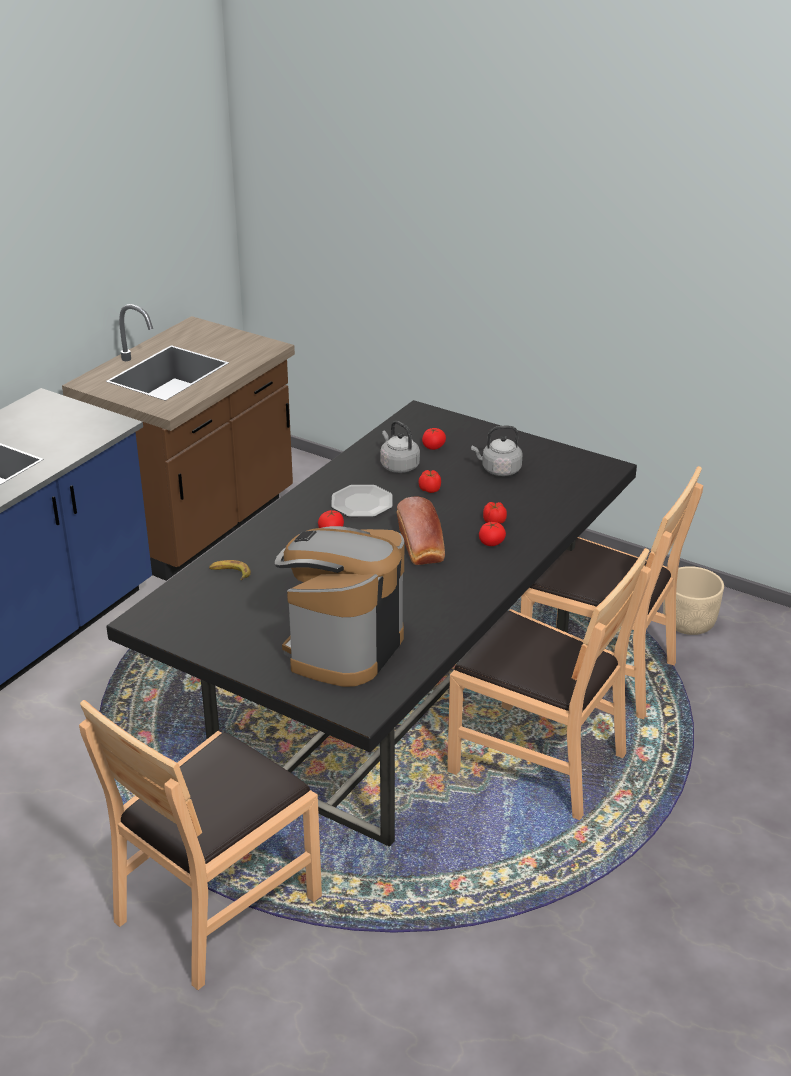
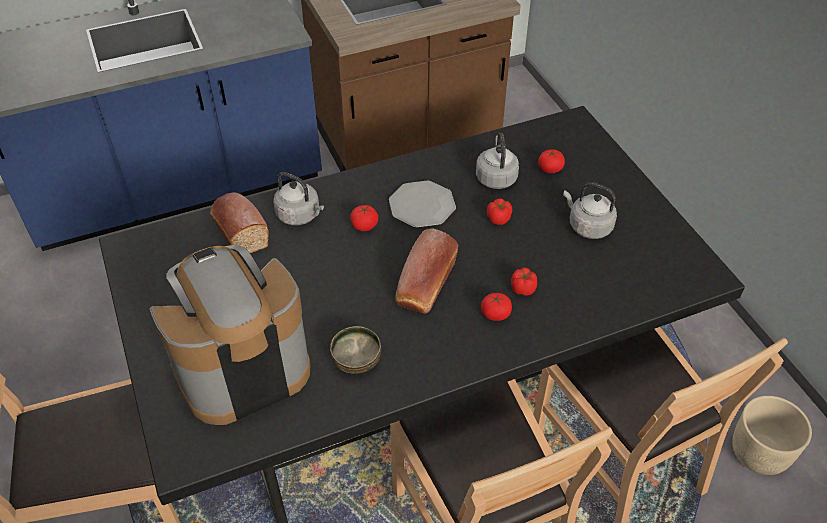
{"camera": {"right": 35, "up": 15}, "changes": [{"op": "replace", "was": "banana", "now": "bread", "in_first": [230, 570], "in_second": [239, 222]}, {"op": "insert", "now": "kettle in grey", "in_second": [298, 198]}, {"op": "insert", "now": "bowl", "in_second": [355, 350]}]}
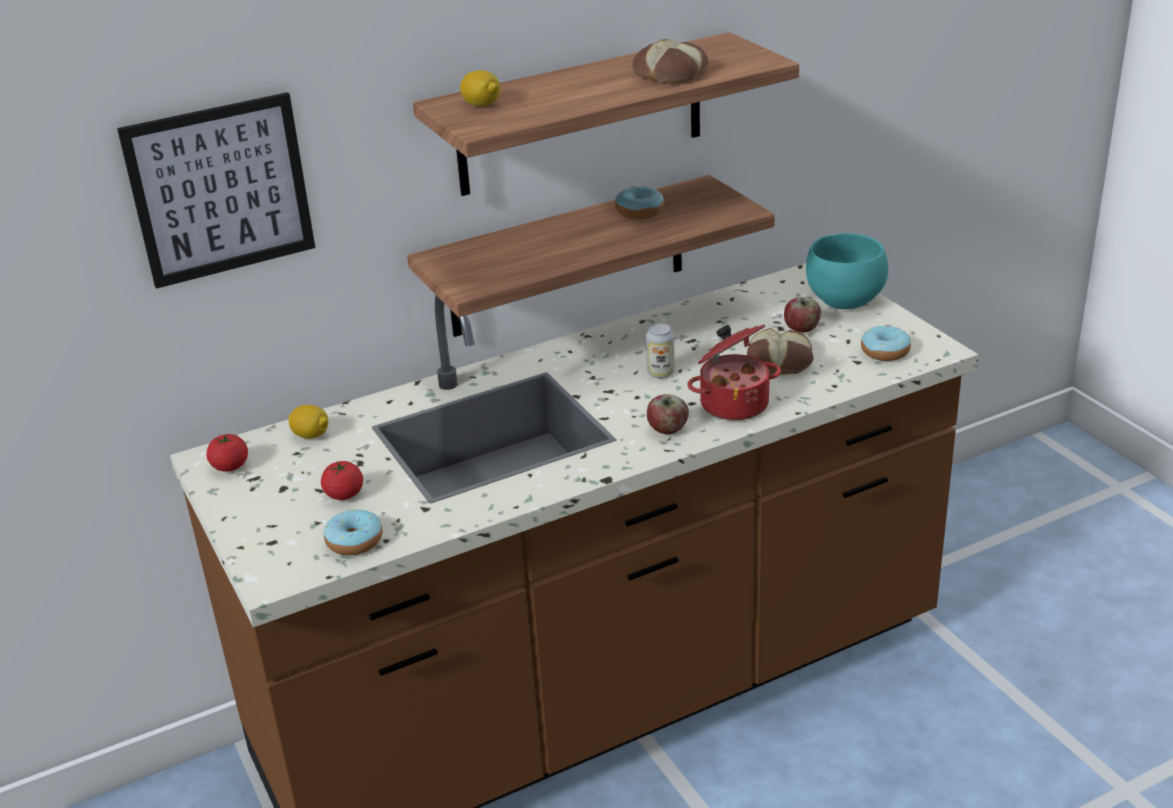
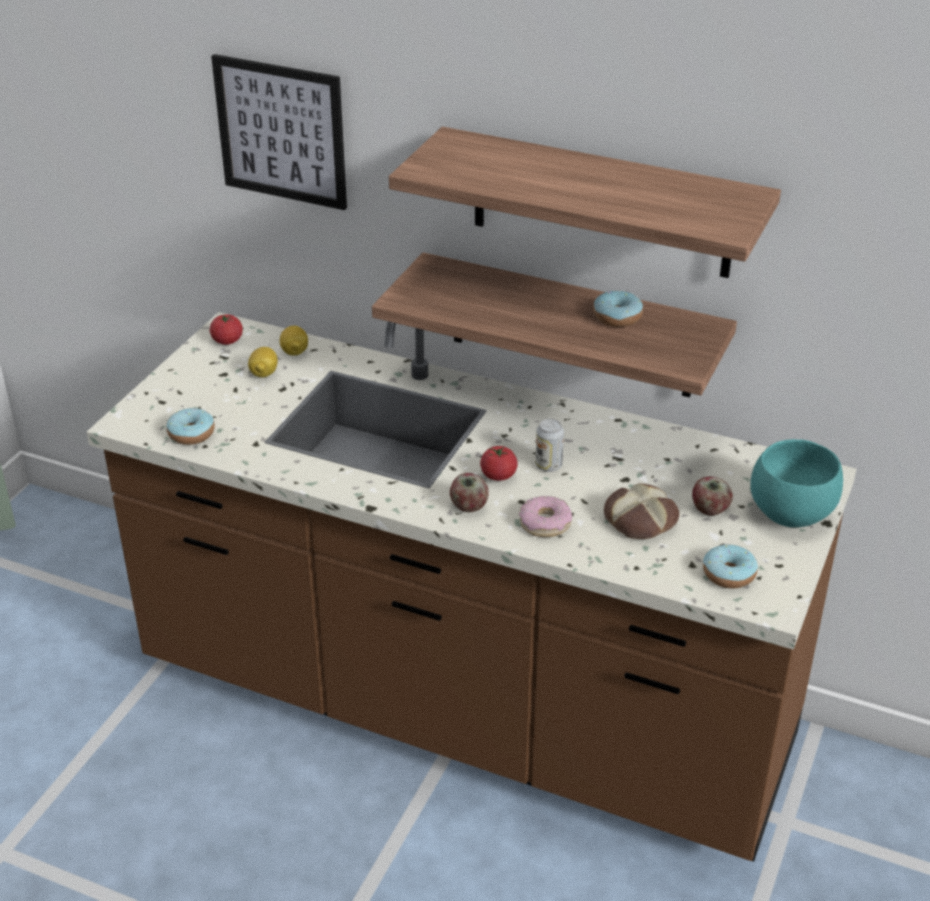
{"camera": {"right": 50, "up": 5}, "changes": [{"op": "move", "was": "tomato", "in_first": [342, 480], "in_second": [499, 463]}, {"op": "move", "was": "lemon", "in_first": [480, 88], "in_second": [263, 362]}, {"op": "delete", "was": "bread", "in_first": [670, 61]}, {"op": "replace", "was": "cooking pot", "now": "donut", "in_first": [734, 372], "in_second": [545, 516]}]}
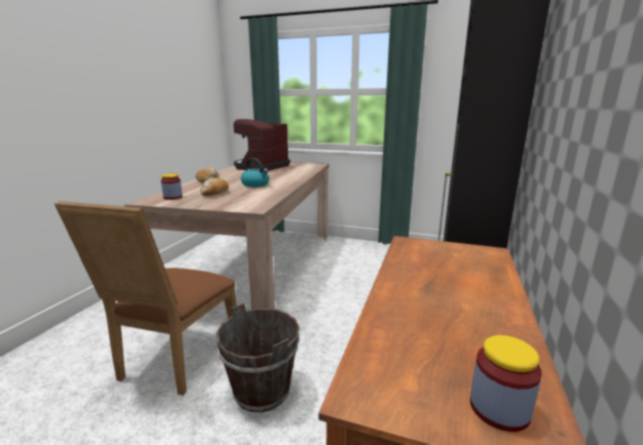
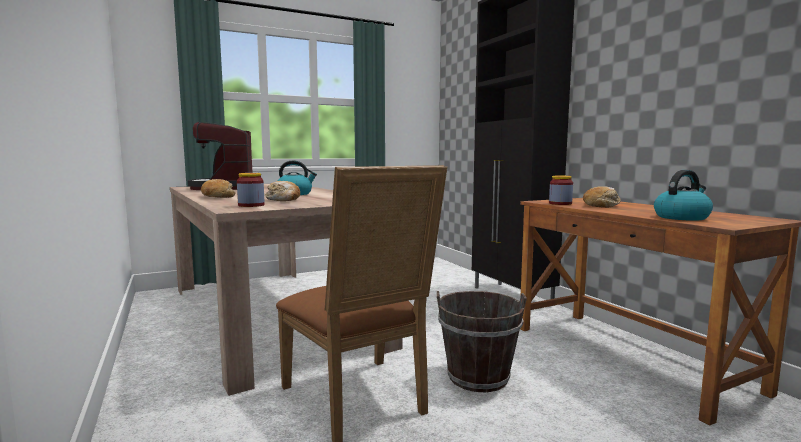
{"camera": {"right": -45, "up": -10}, "changes": [{"op": "move", "was": "jar", "in_first": [506, 383], "in_second": [561, 190]}, {"op": "insert", "now": "bread", "in_second": [602, 197]}, {"op": "insert", "now": "kettle", "in_second": [683, 195]}]}
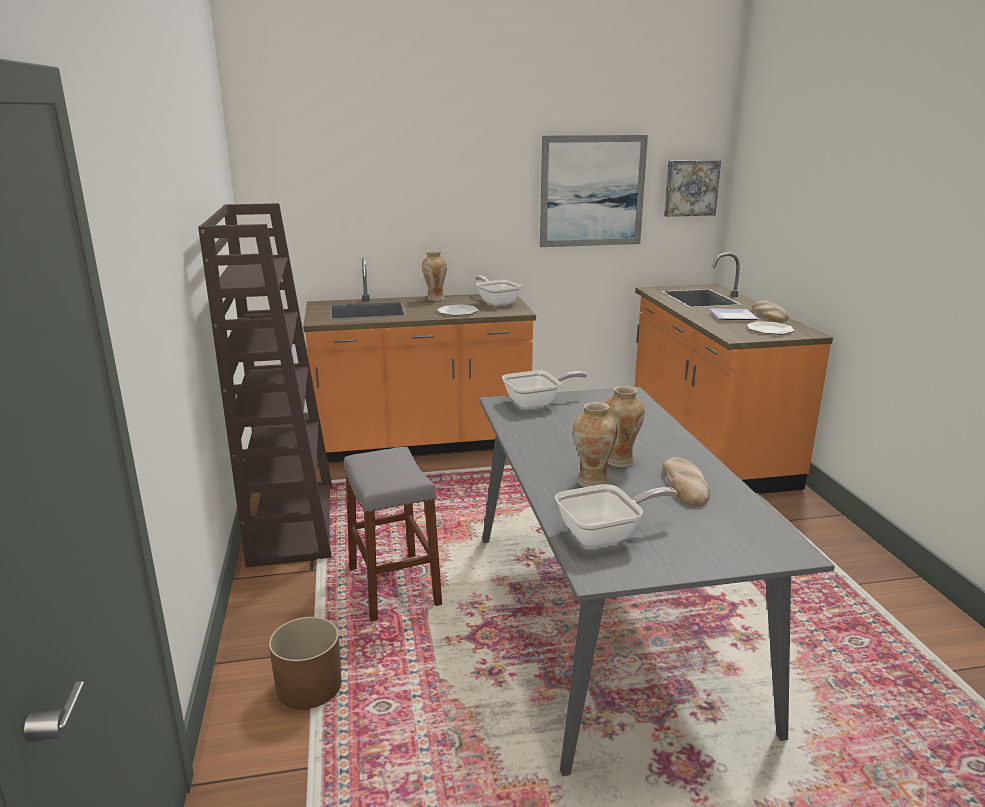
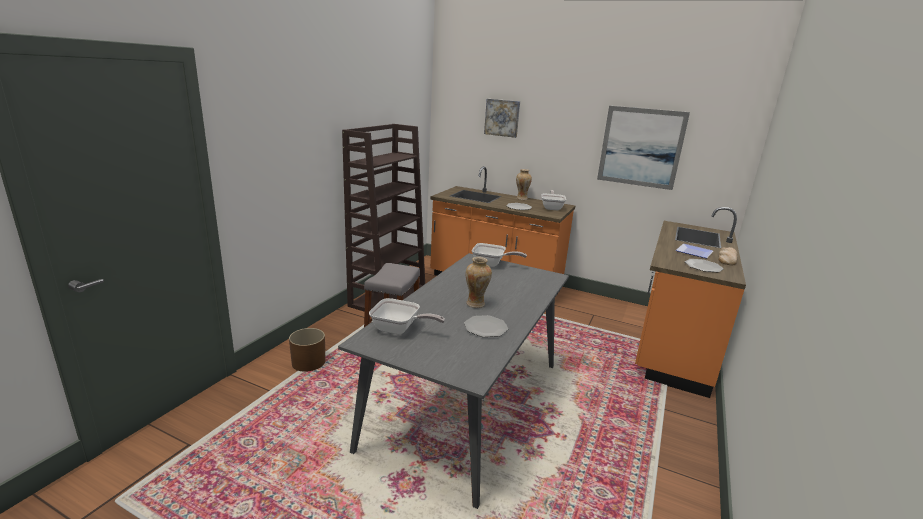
{"camera": {"right": 35, "up": 0}, "changes": [{"op": "delete", "was": "vase", "in_first": [595, 444]}, {"op": "replace", "was": "bread", "now": "plate", "in_first": [686, 481], "in_second": [486, 326]}, {"op": "move", "was": "picture", "in_first": [692, 188], "in_second": [502, 118]}]}
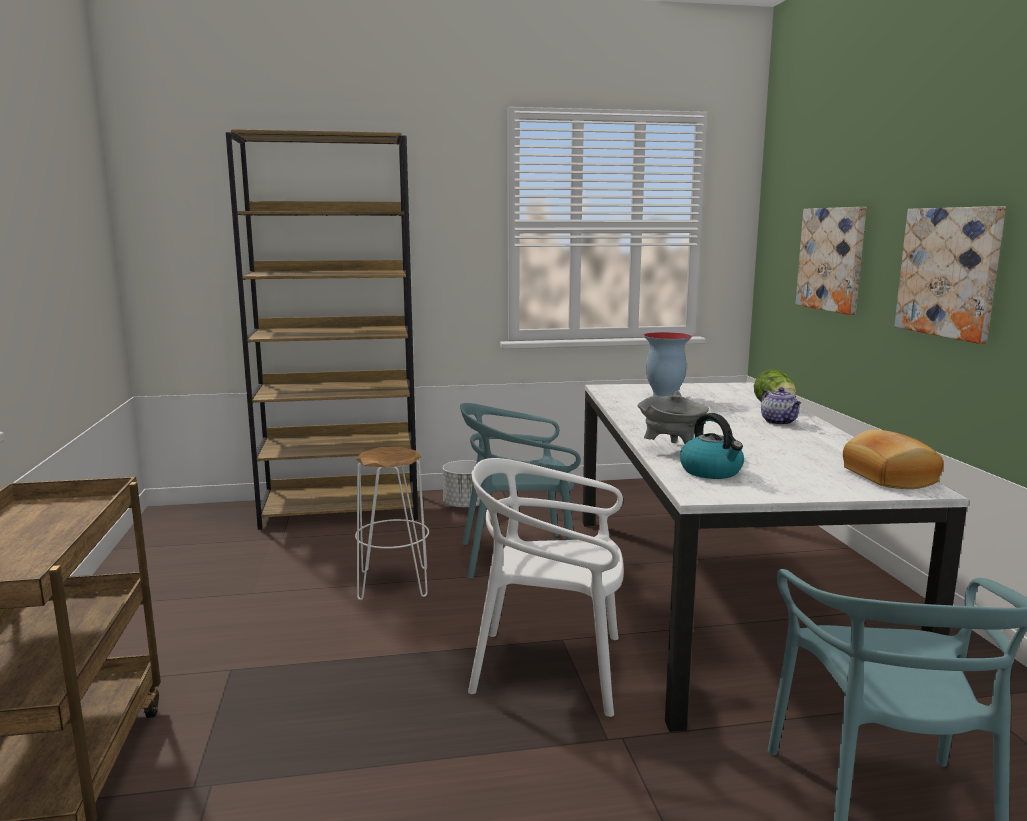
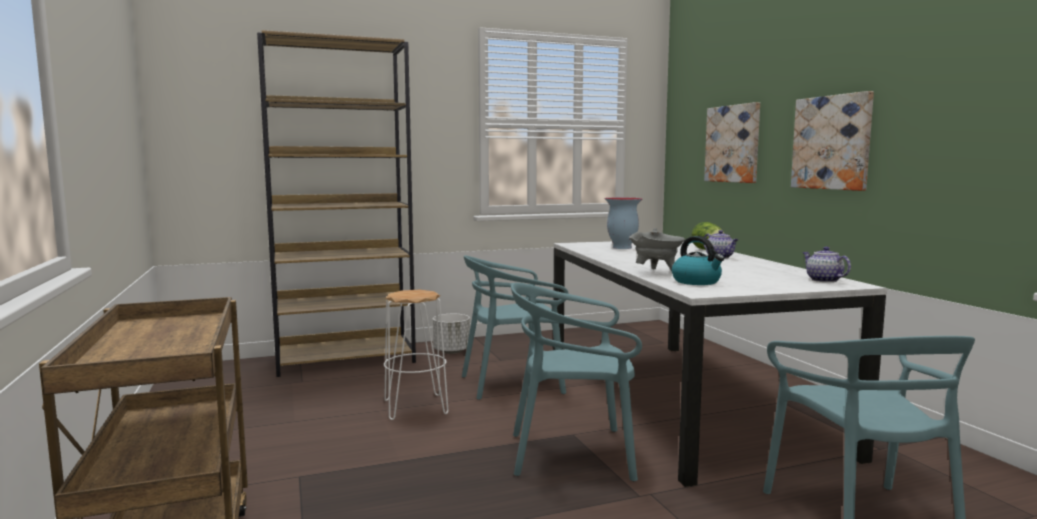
{"camera": {"right": -10, "up": -5}, "changes": [{"op": "recolor", "was": "chair in white", "now": "chair in turquoise", "in_first": [546, 587], "in_second": [576, 382]}, {"op": "replace", "was": "bread", "now": "teapot", "in_first": [893, 459], "in_second": [826, 264]}]}
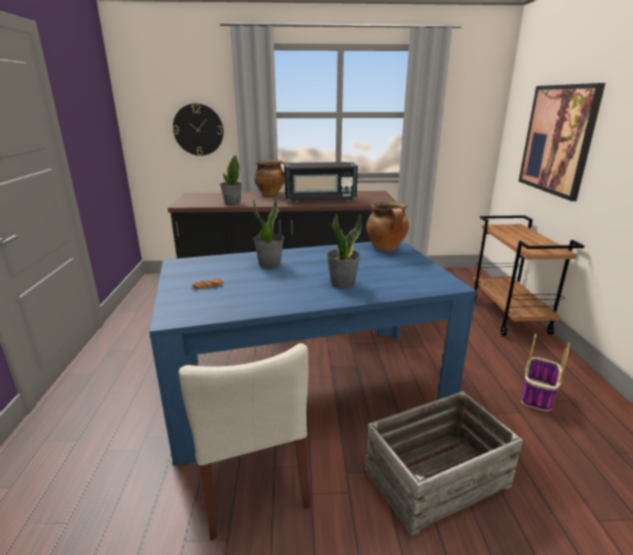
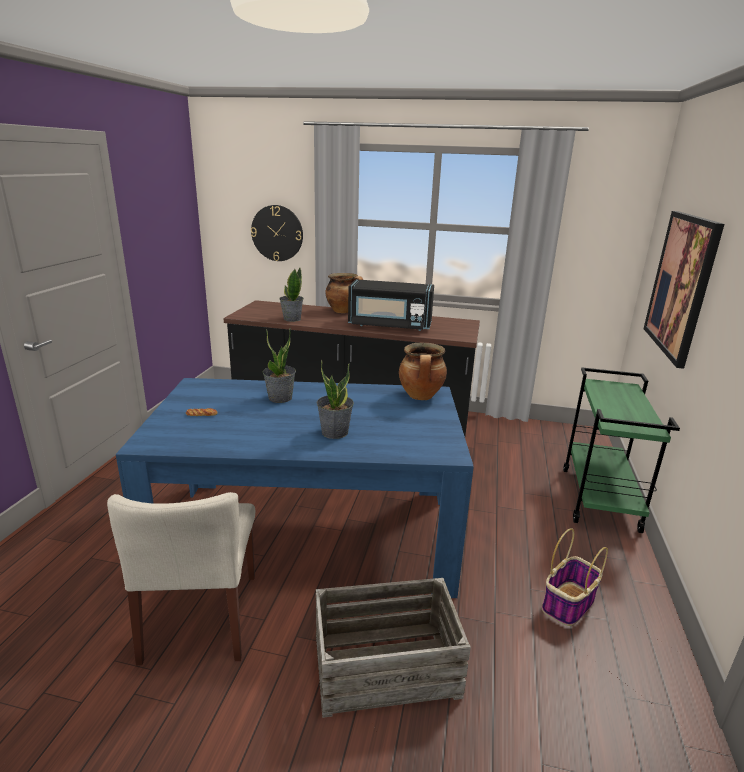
{"camera": {"right": 15, "up": 0}, "changes": [{"op": "recolor", "was": "cart in brown", "now": "cart in green", "in_first": [528, 275], "in_second": [621, 450]}]}
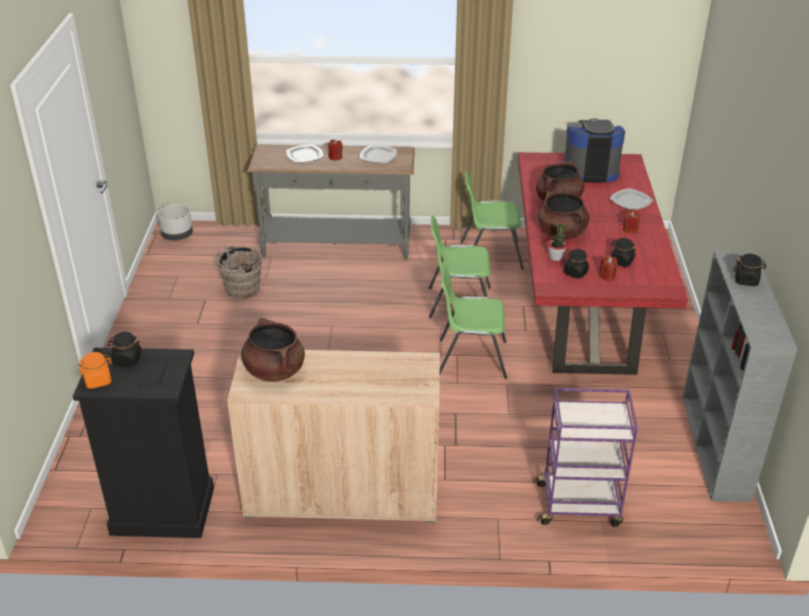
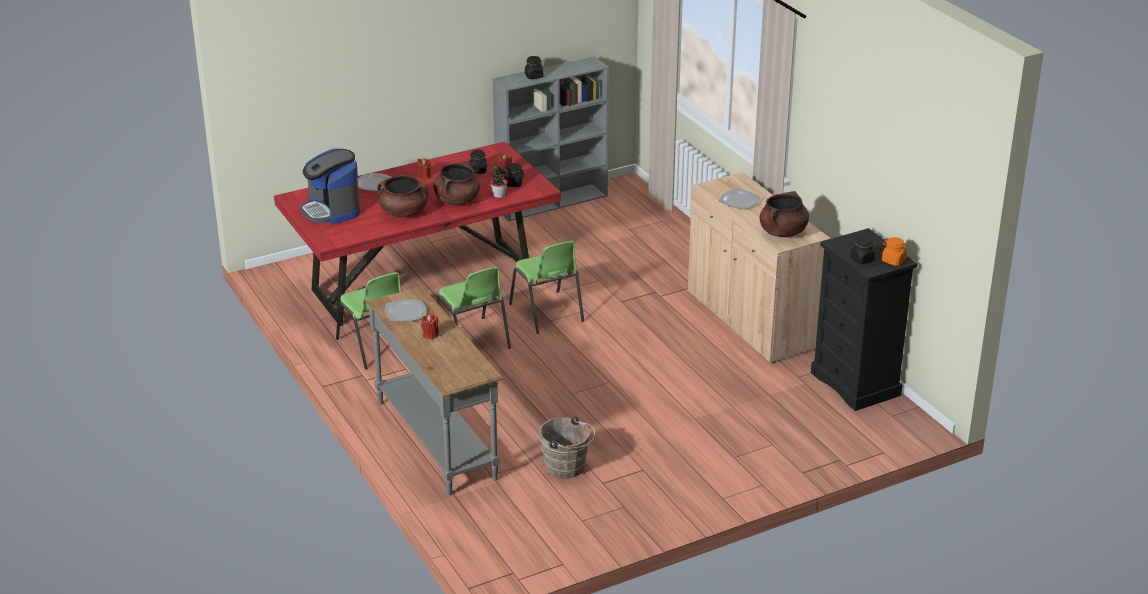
{"camera": {"right": -120, "up": -5}, "changes": [{"op": "delete", "was": "planter in grey", "in_first": [175, 222]}, {"op": "move", "was": "plate", "in_first": [305, 153], "in_second": [740, 199]}, {"op": "delete", "was": "cart in purple", "in_first": [585, 457]}]}
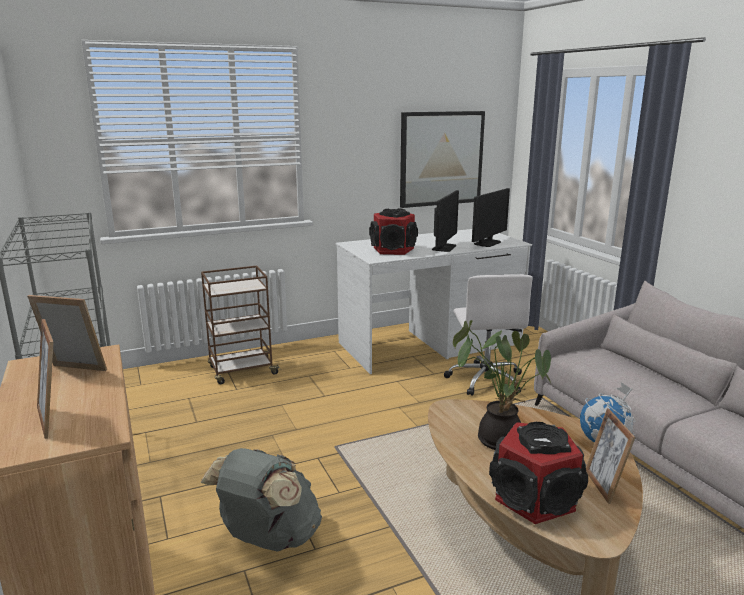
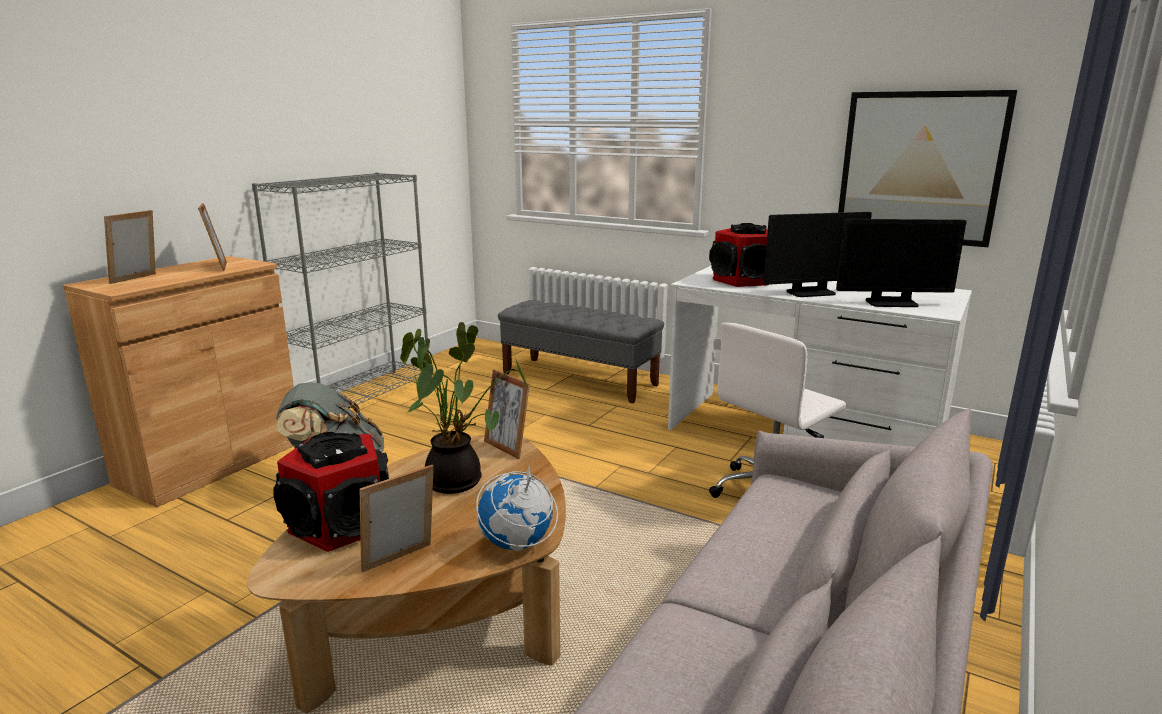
{"camera": {"right": 55, "up": 0}, "changes": [{"op": "replace", "was": "cart in brown", "now": "bench in grey", "in_first": [241, 325], "in_second": [581, 351]}, {"op": "insert", "now": "picture frame", "in_second": [507, 414]}]}
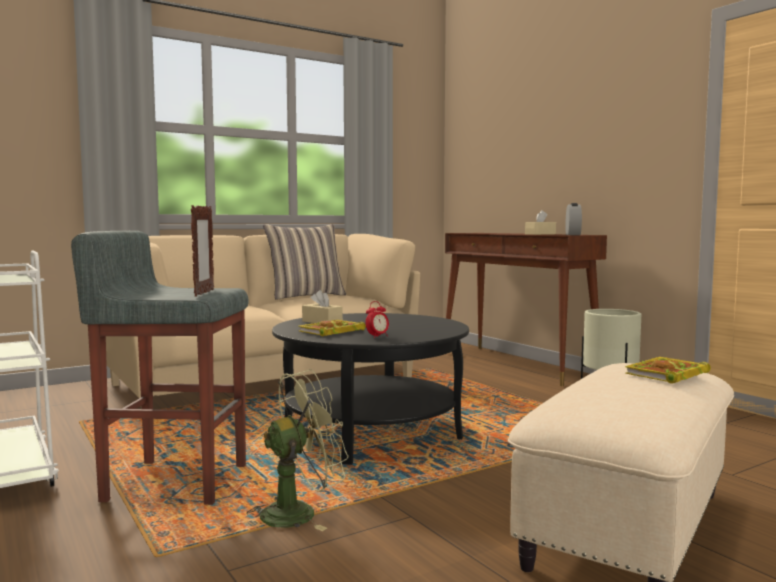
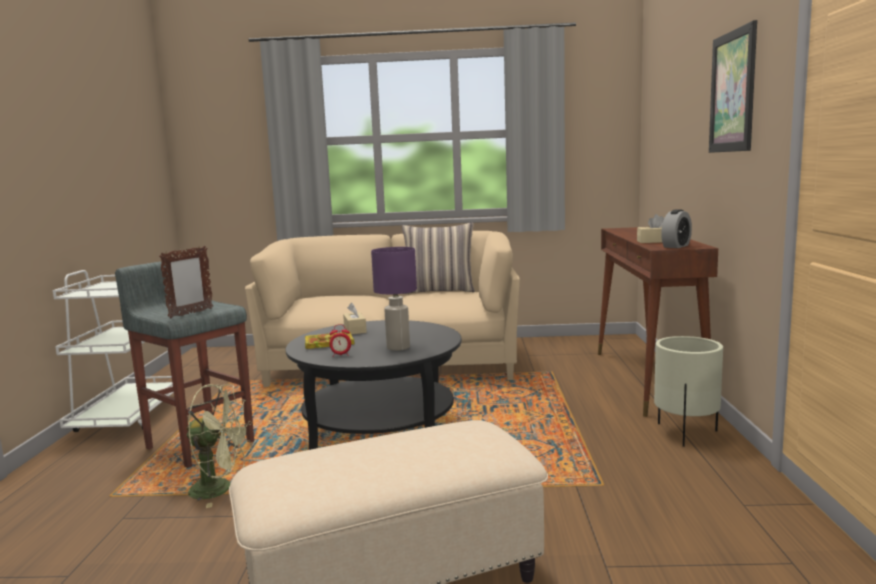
{"camera": {"right": 35, "up": 5}, "changes": [{"op": "delete", "was": "book", "in_first": [668, 370]}, {"op": "insert", "now": "table lamp in purple", "in_second": [394, 299]}, {"op": "insert", "now": "picture", "in_second": [733, 86]}]}
